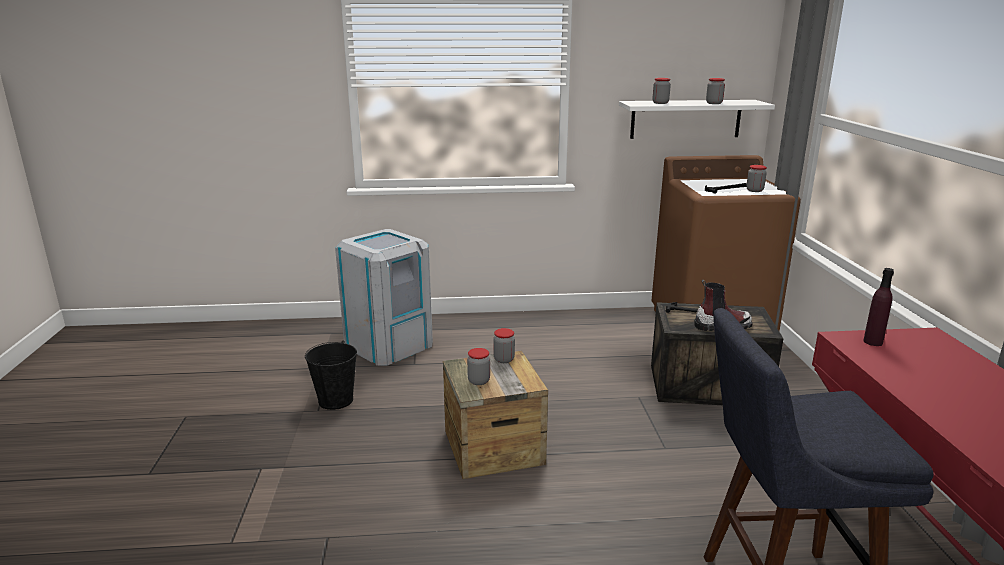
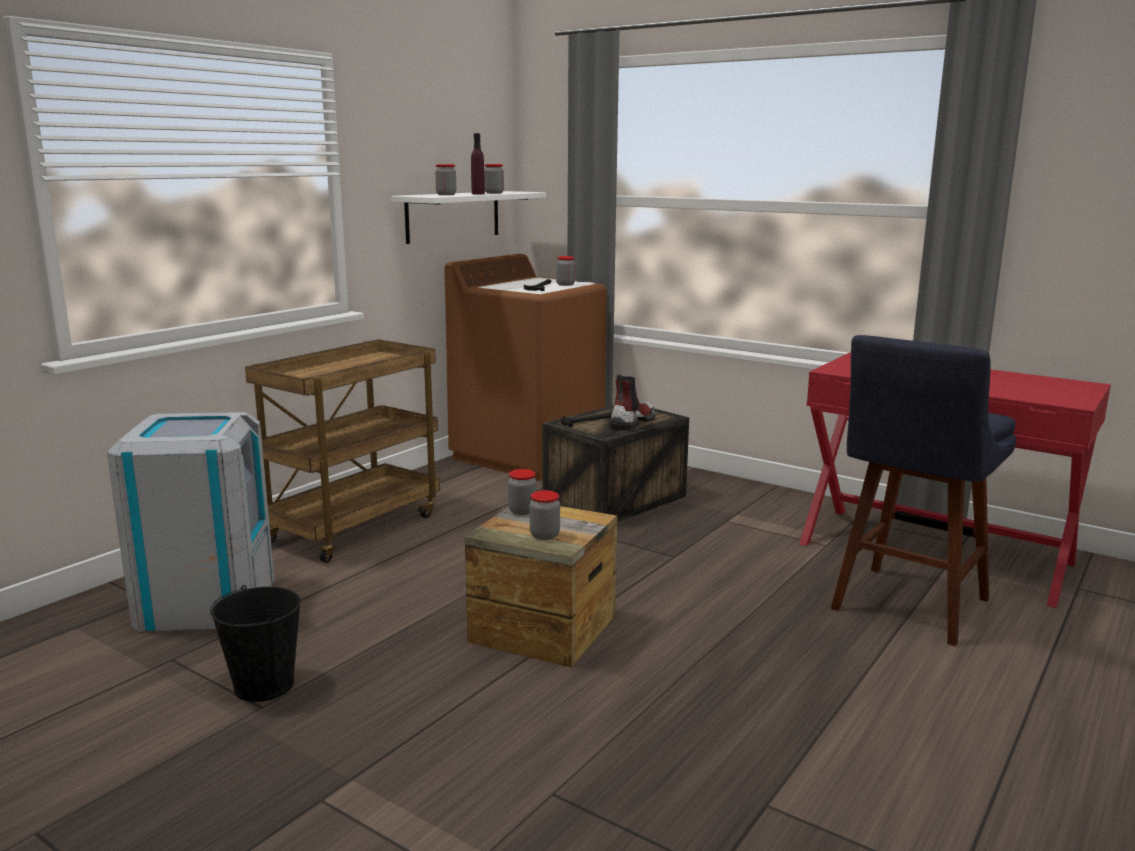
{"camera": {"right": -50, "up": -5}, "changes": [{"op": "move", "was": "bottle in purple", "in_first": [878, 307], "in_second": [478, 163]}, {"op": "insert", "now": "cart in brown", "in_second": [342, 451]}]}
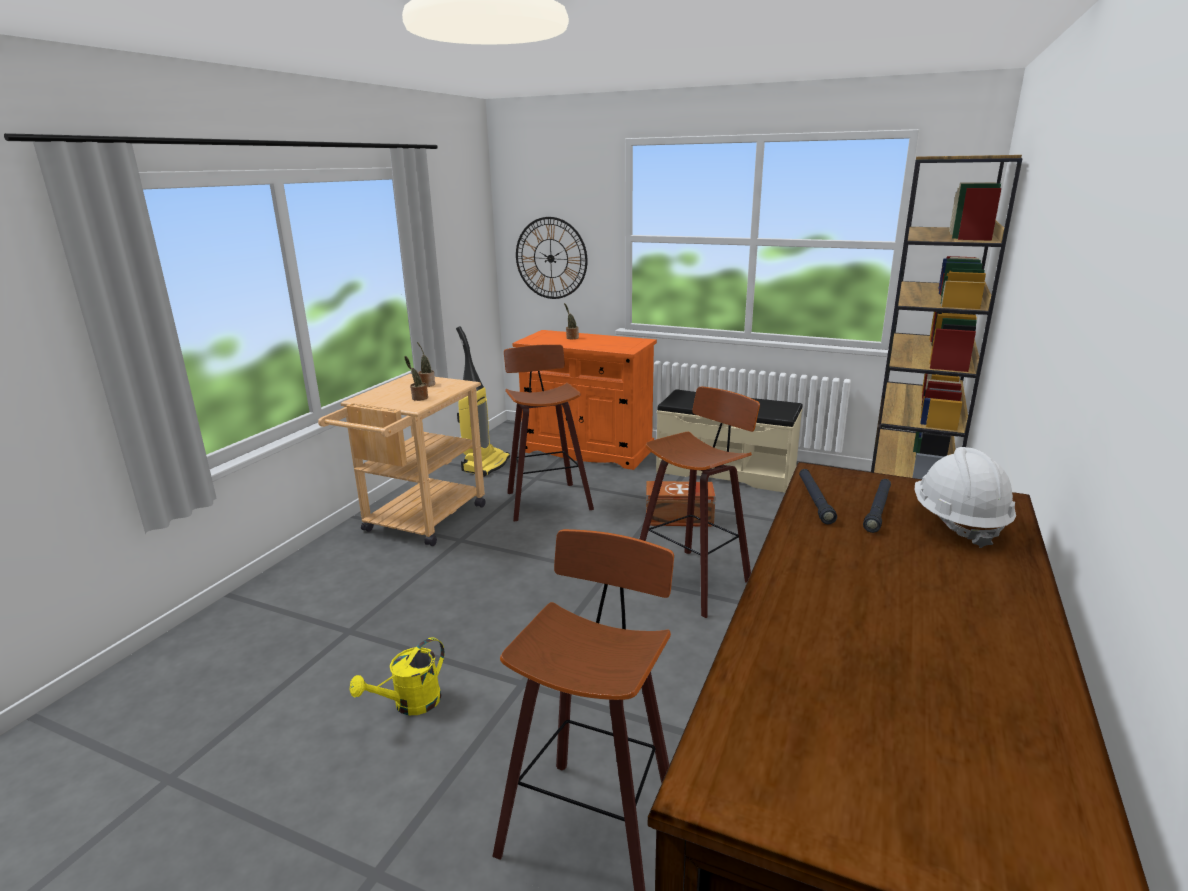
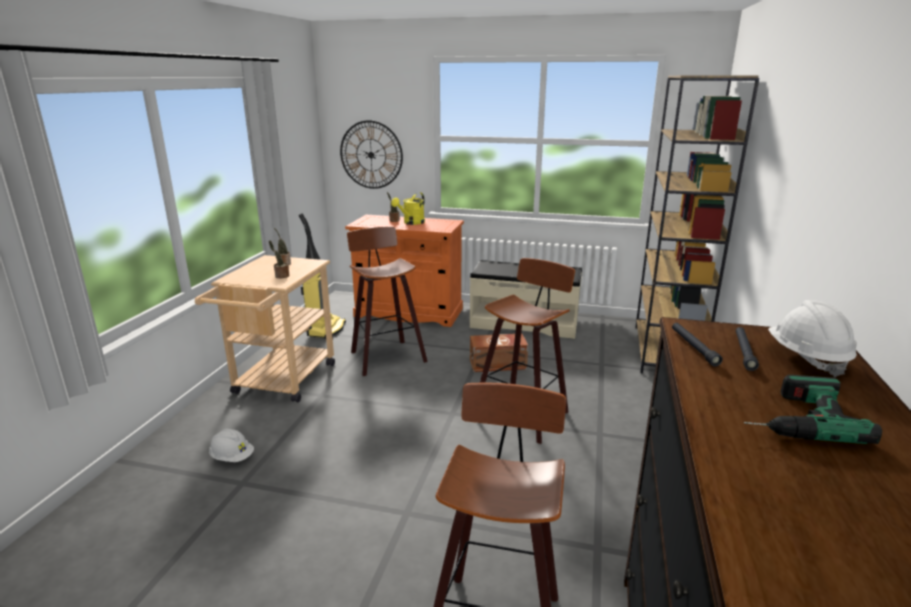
{"camera": {"right": -10, "up": 0}, "changes": [{"op": "move", "was": "watering can in yellow", "in_first": [397, 676], "in_second": [408, 208]}, {"op": "insert", "now": "hard hat in white", "in_second": [231, 445]}, {"op": "insert", "now": "power drill", "in_second": [813, 409]}]}
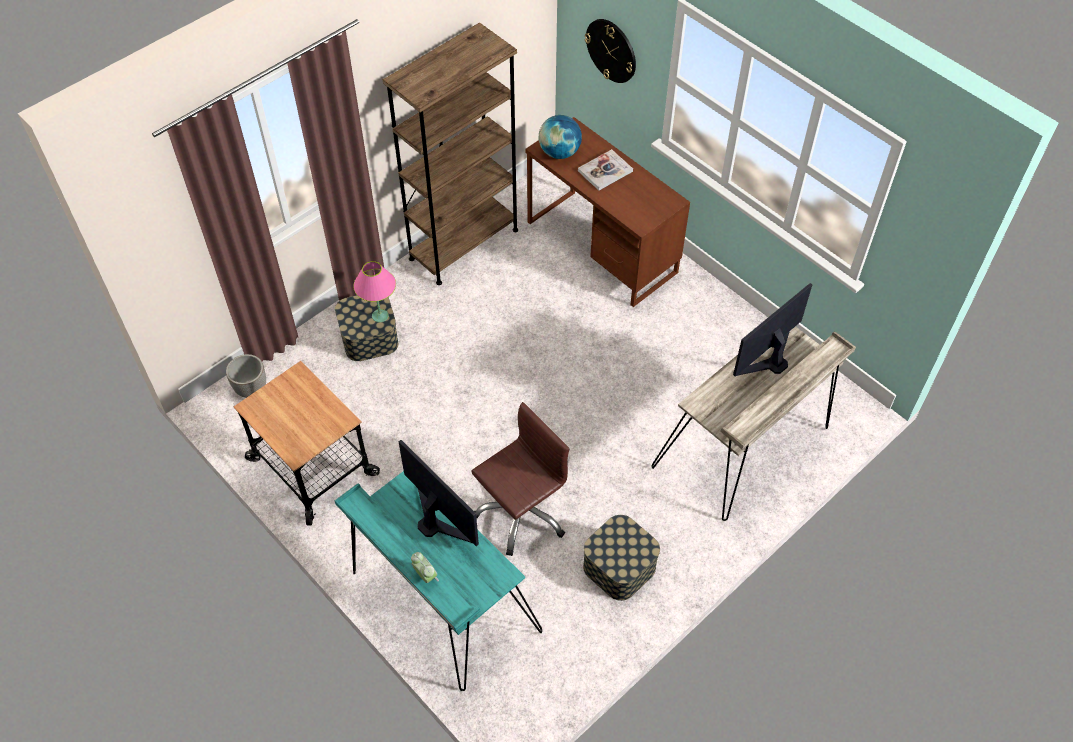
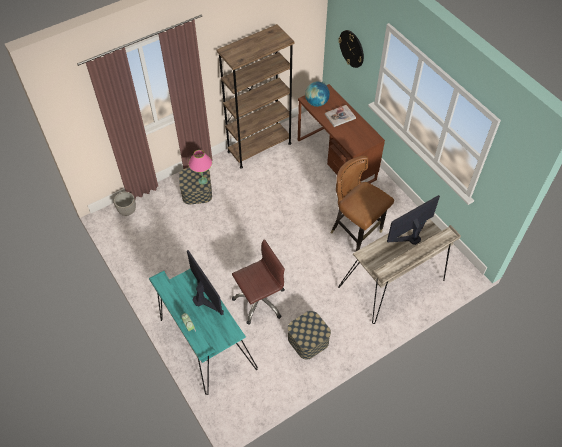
{"camera": {"right": 10, "up": 0}, "changes": [{"op": "delete", "was": "cart", "in_first": [307, 443]}, {"op": "insert", "now": "chair in brown", "in_second": [362, 203]}]}
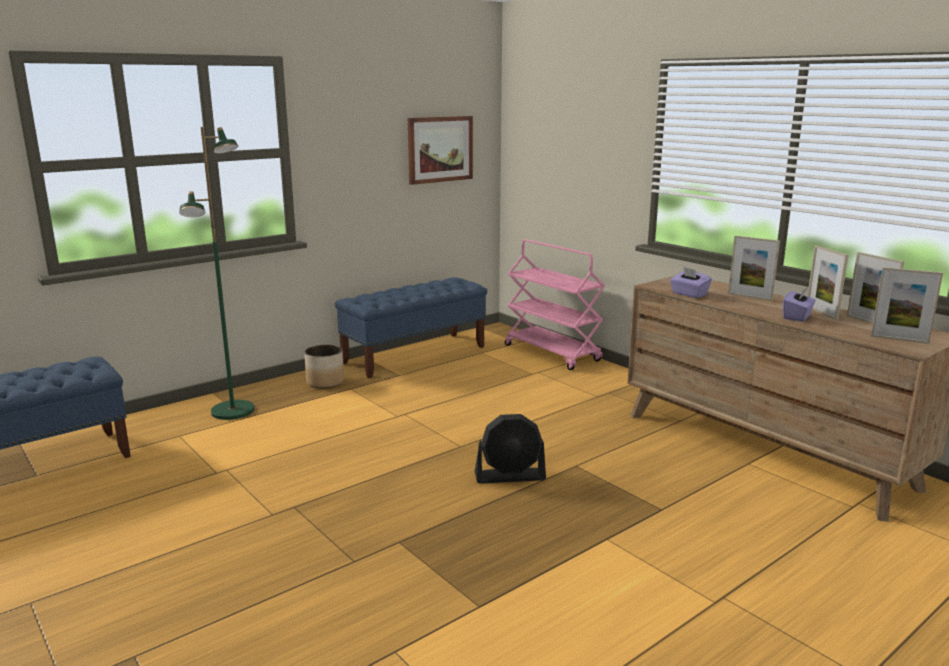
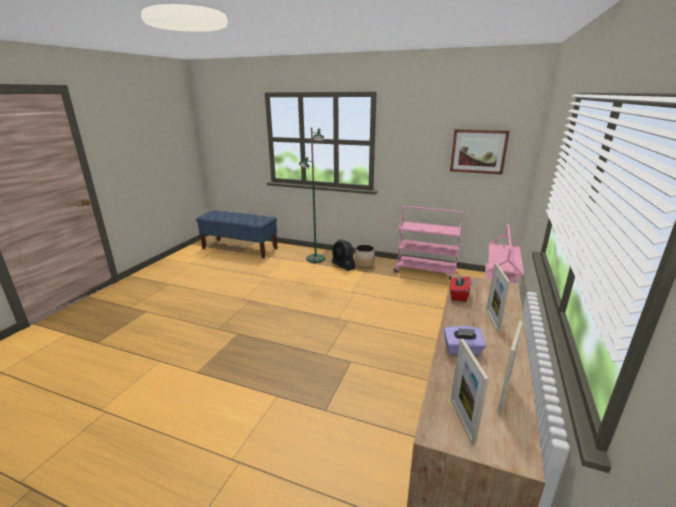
{"camera": {"right": 60, "up": 5}, "changes": [{"op": "replace", "was": "bench in blue", "now": "cart in pink", "in_first": [411, 327], "in_second": [428, 243]}, {"op": "move", "was": "fan in black", "in_first": [510, 449], "in_second": [343, 255]}, {"op": "recolor", "was": "tissue box in purple", "now": "tissue box in red", "in_first": [691, 282], "in_second": [460, 288]}, {"op": "delete", "was": "picture frame", "in_first": [827, 282]}]}
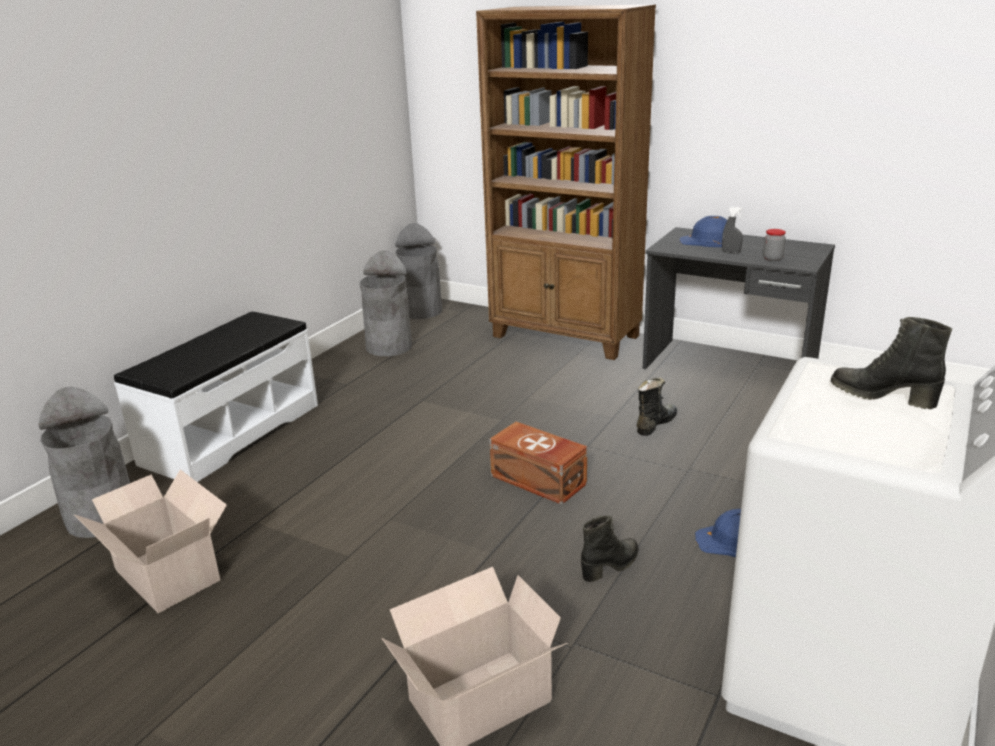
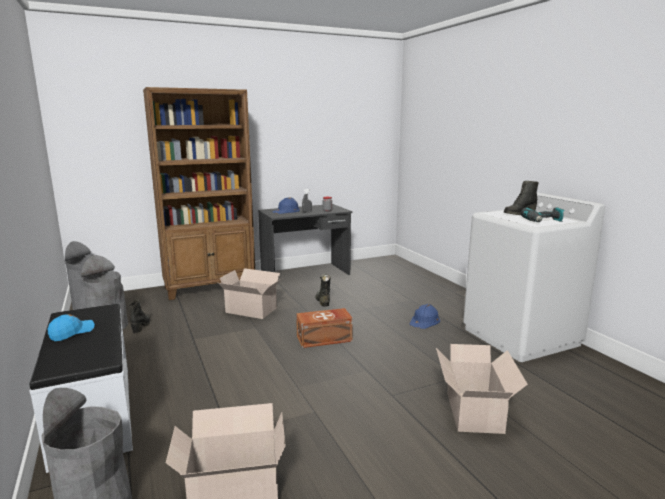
{"camera": {"right": -55, "up": -10}, "changes": [{"op": "move", "was": "boot in black", "in_first": [609, 549], "in_second": [140, 316]}, {"op": "insert", "now": "cap in blue", "in_second": [71, 327]}, {"op": "insert", "now": "cardboard box", "in_second": [249, 293]}, {"op": "insert", "now": "power drill", "in_second": [543, 214]}]}
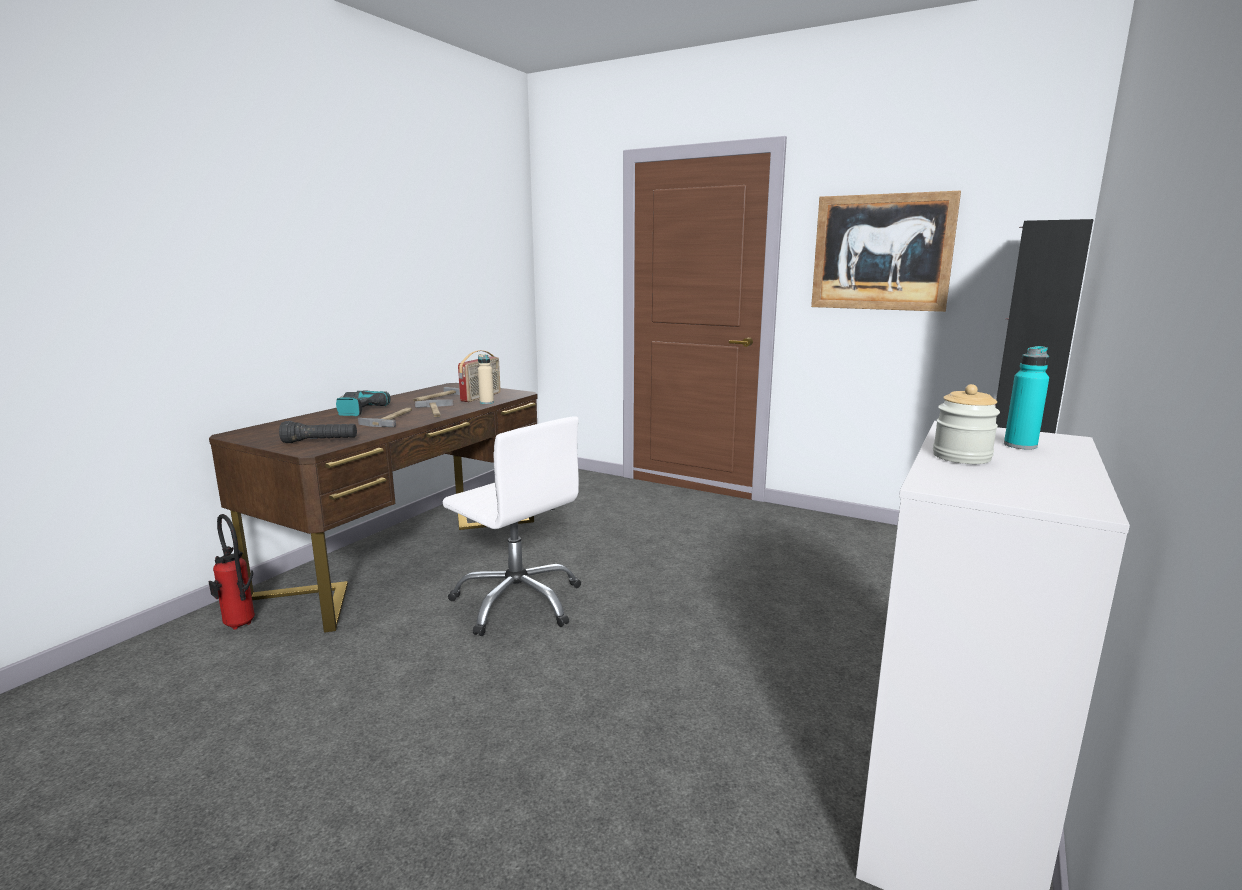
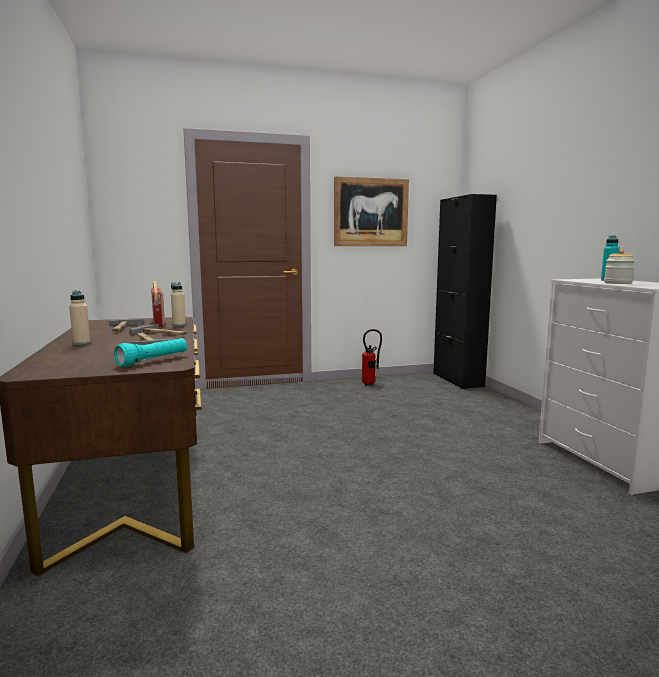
{"camera": {"right": -45, "up": -5}, "changes": [{"op": "move", "was": "fire extinguisher", "in_first": [232, 572], "in_second": [372, 357]}, {"op": "recolor", "was": "flashlight in black", "now": "flashlight in turquoise", "in_first": [318, 432], "in_second": [150, 352]}, {"op": "replace", "was": "power drill", "now": "bottle in beige", "in_first": [363, 403], "in_second": [79, 317]}, {"op": "delete", "was": "office chair in white", "in_first": [512, 526]}]}
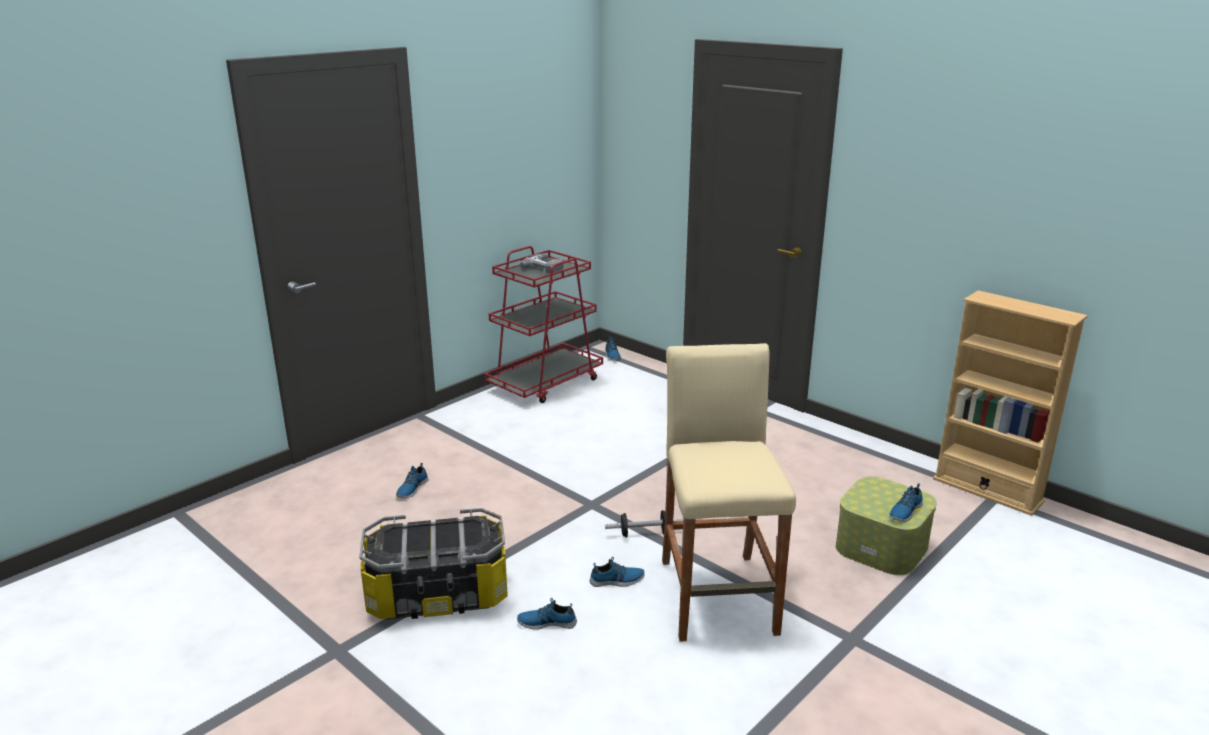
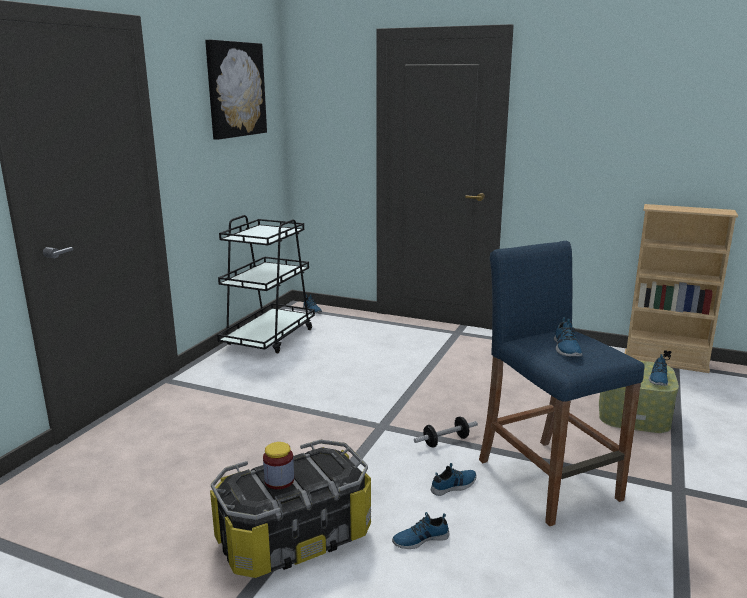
{"camera": {"right": -20, "up": -5}, "changes": [{"op": "move", "was": "shoe", "in_first": [412, 480], "in_second": [568, 337]}, {"op": "recolor", "was": "cart in red", "now": "cart in black", "in_first": [543, 324], "in_second": [266, 284]}, {"op": "delete", "was": "power drill", "in_first": [542, 263]}, {"op": "recolor", "was": "stool in beige", "now": "stool in blue", "in_first": [729, 492], "in_second": [562, 383]}, {"op": "insert", "now": "picture", "in_second": [236, 90]}, {"op": "insert", "now": "jar", "in_second": [278, 465]}]}
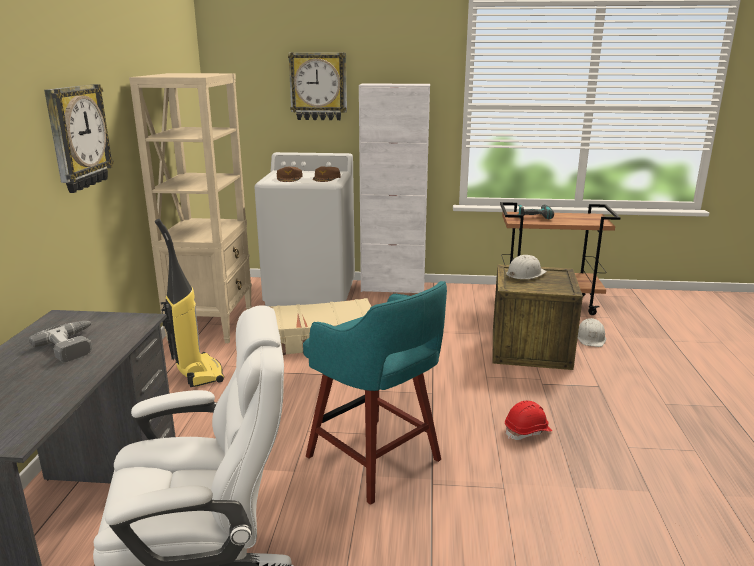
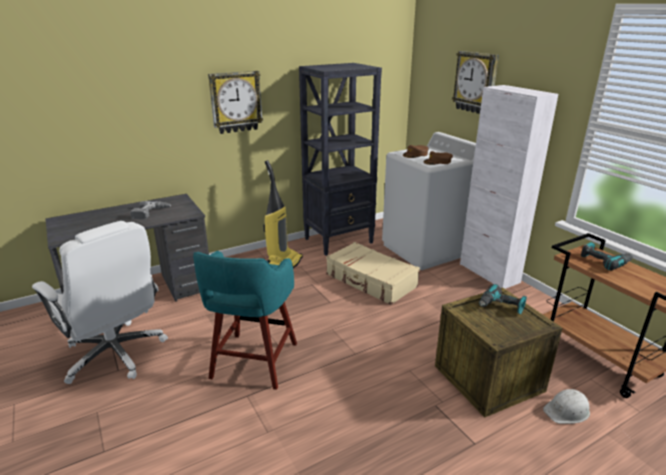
{"camera": {"right": 55, "up": 5}, "changes": [{"op": "recolor", "was": "bookcase in beige", "now": "bookcase in black", "in_first": [190, 208], "in_second": [340, 159]}, {"op": "delete", "was": "hard hat in red", "in_first": [528, 420]}, {"op": "replace", "was": "hard hat in white", "now": "power drill", "in_first": [526, 267], "in_second": [503, 299]}]}
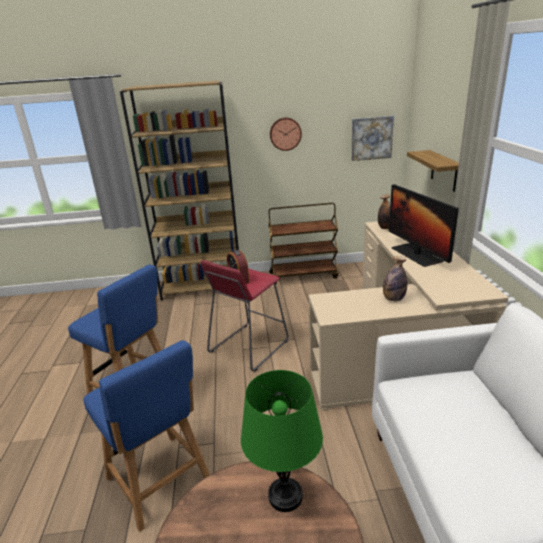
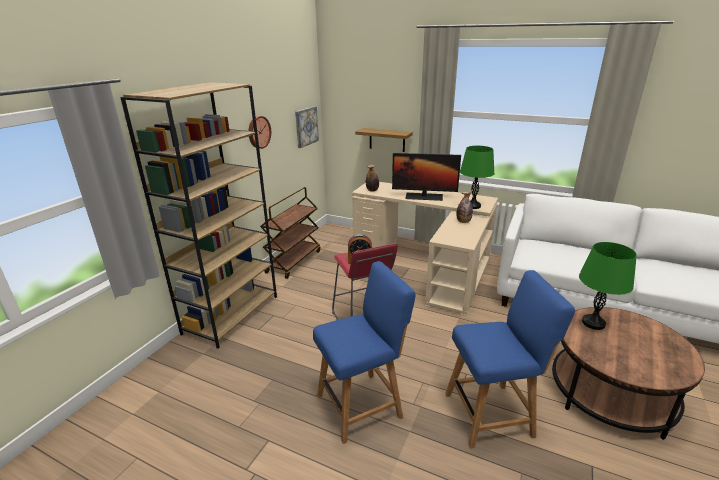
{"camera": {"right": -60, "up": 0}, "changes": [{"op": "insert", "now": "table lamp in green", "in_second": [477, 177]}]}
